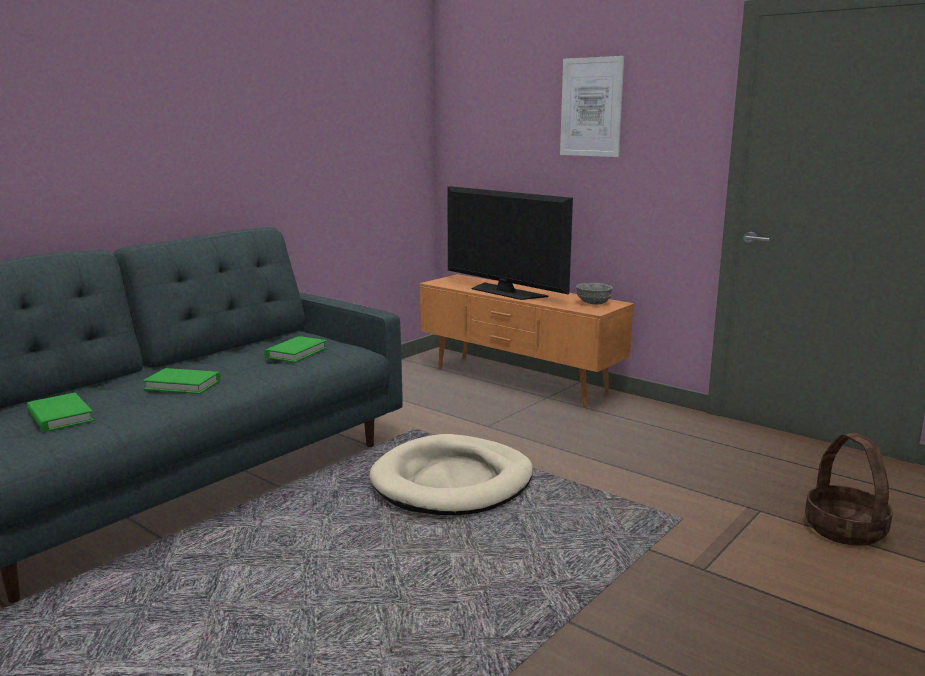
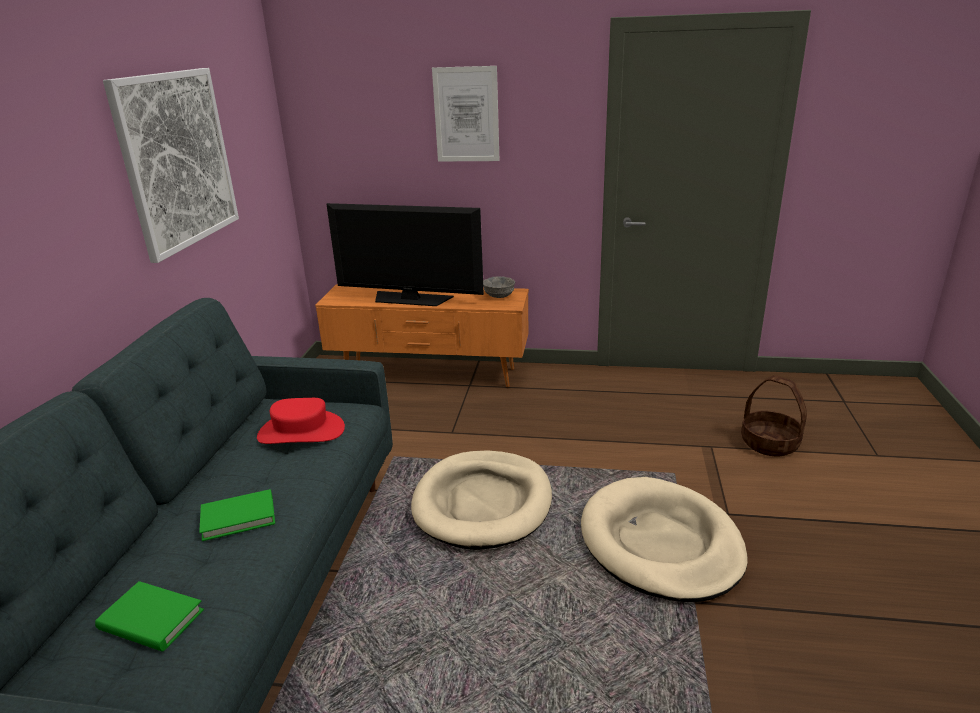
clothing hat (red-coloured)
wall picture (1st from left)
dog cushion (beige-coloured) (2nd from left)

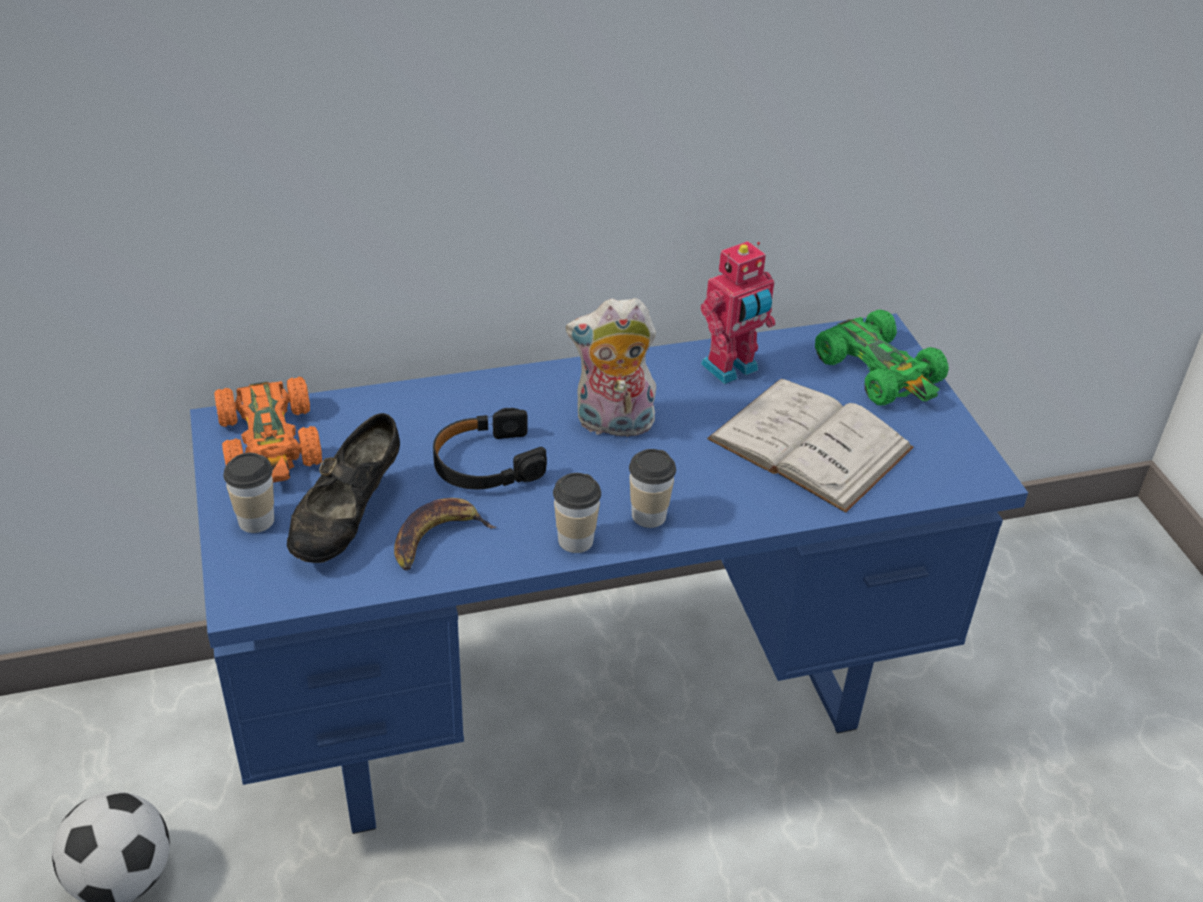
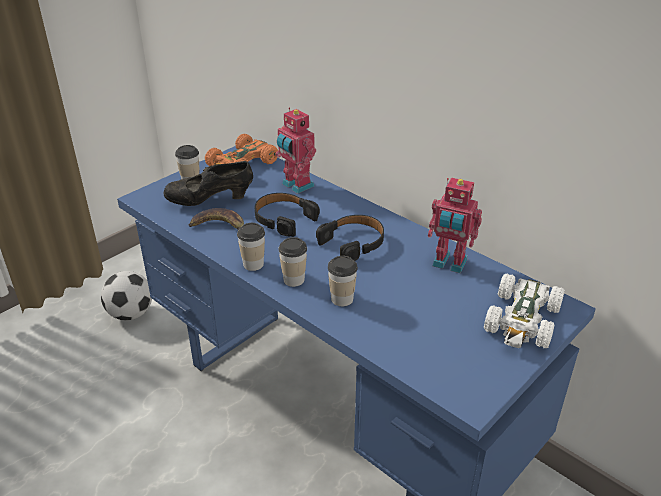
pair of headphones (black-coloured) (2nd from left)
model car (white)
book (white)
model robot (1st from left)
drinking cup (4th from left)

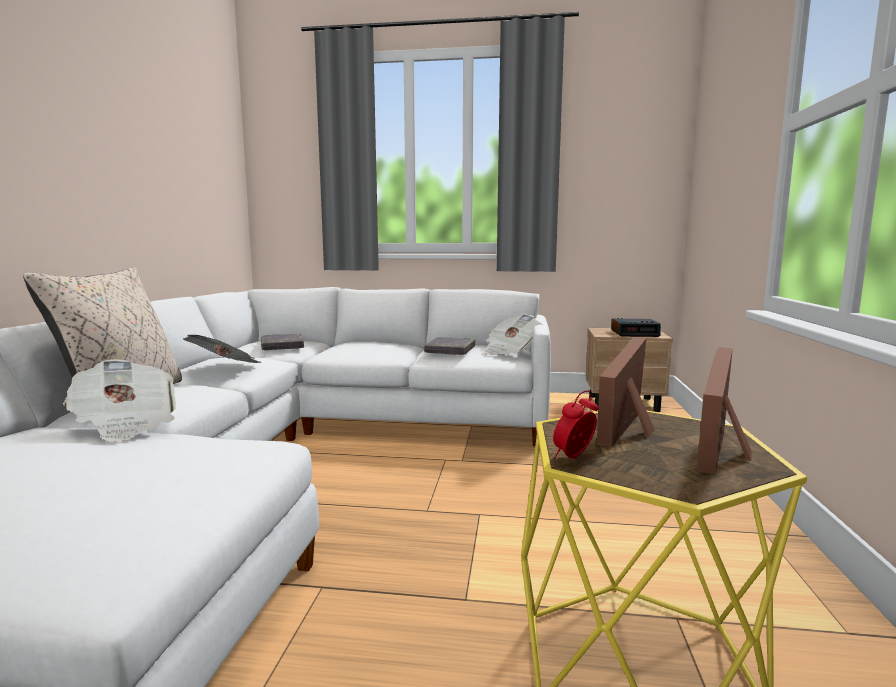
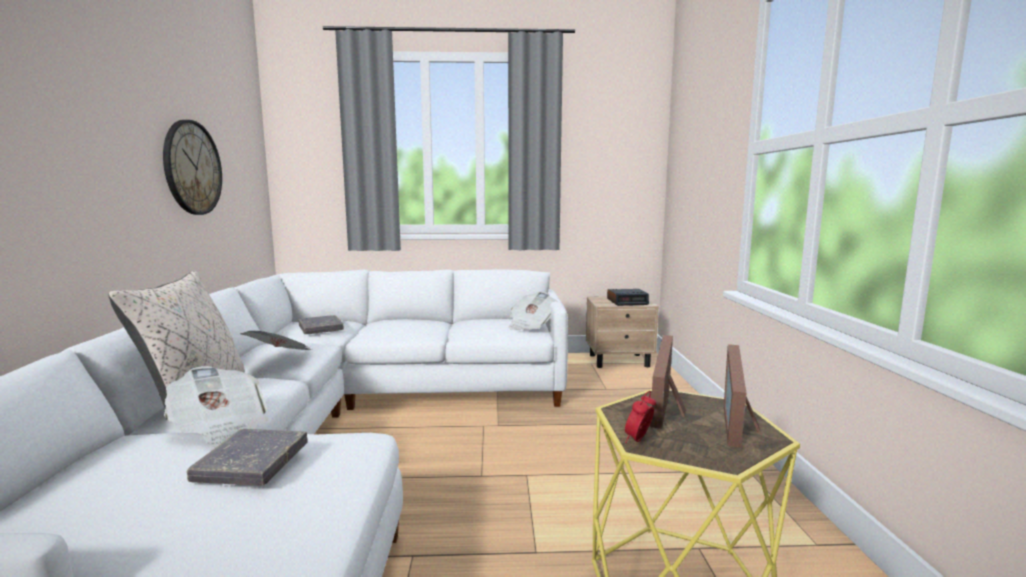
book (grey) (1st from left)
hanging clock

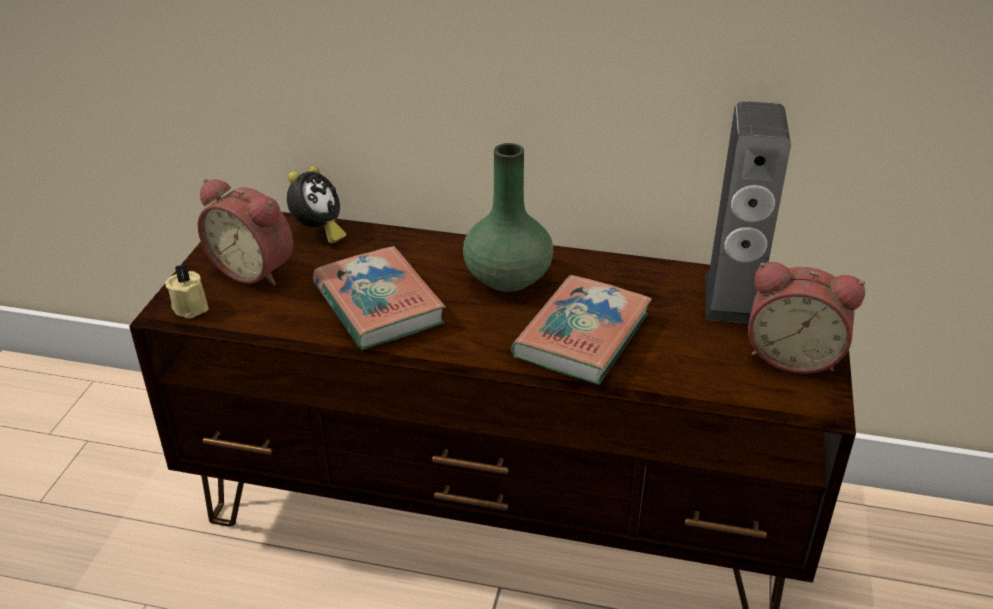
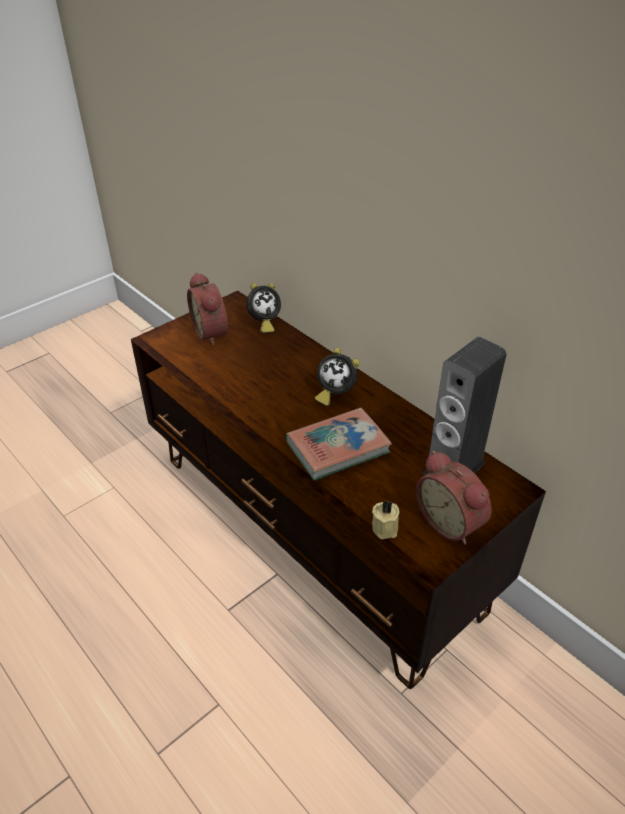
bedside clock (3rd from left)
book (1st from left in the first image)
wax light (beige-coloured)

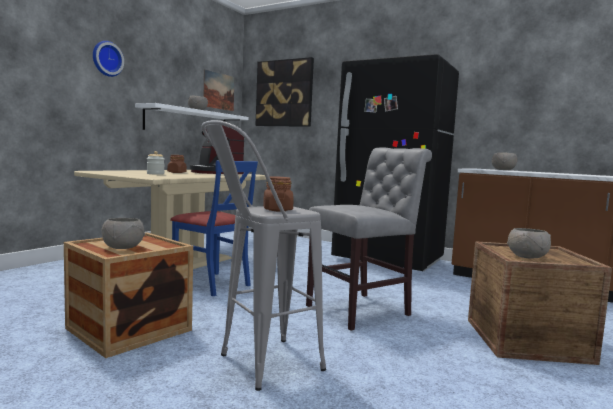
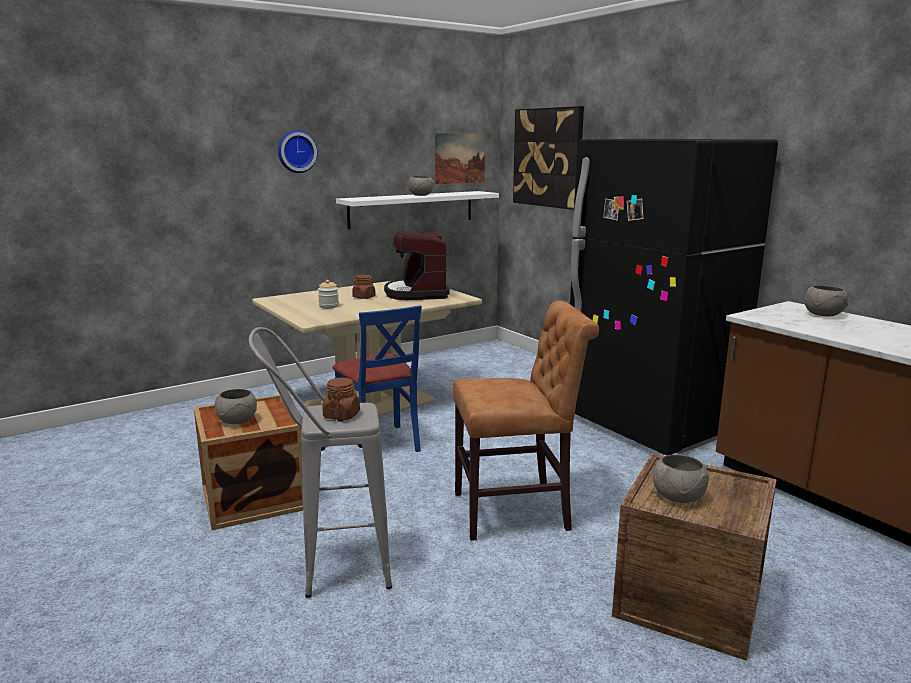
chair (brownish)

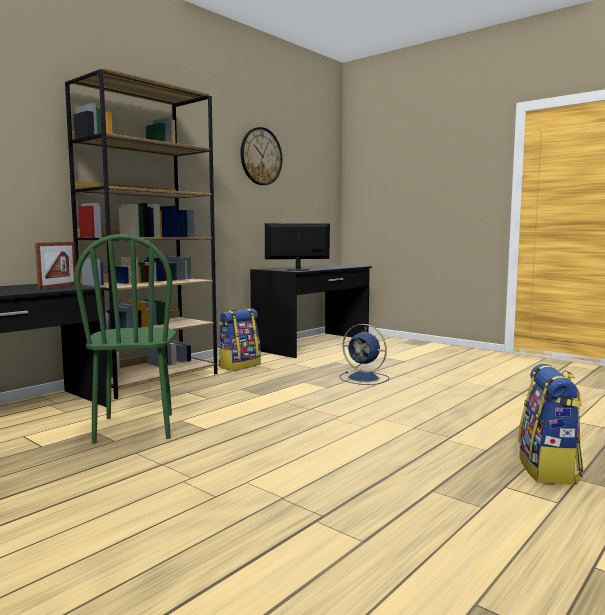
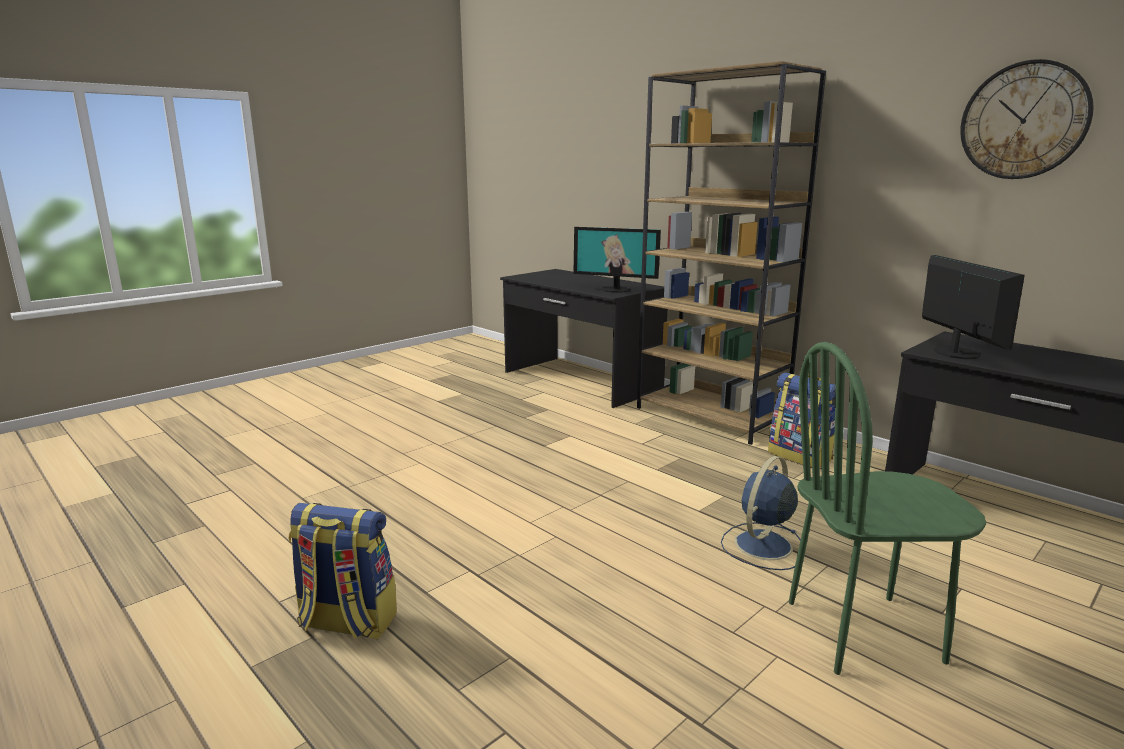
chair (greenish)
computer screen (1st from left)

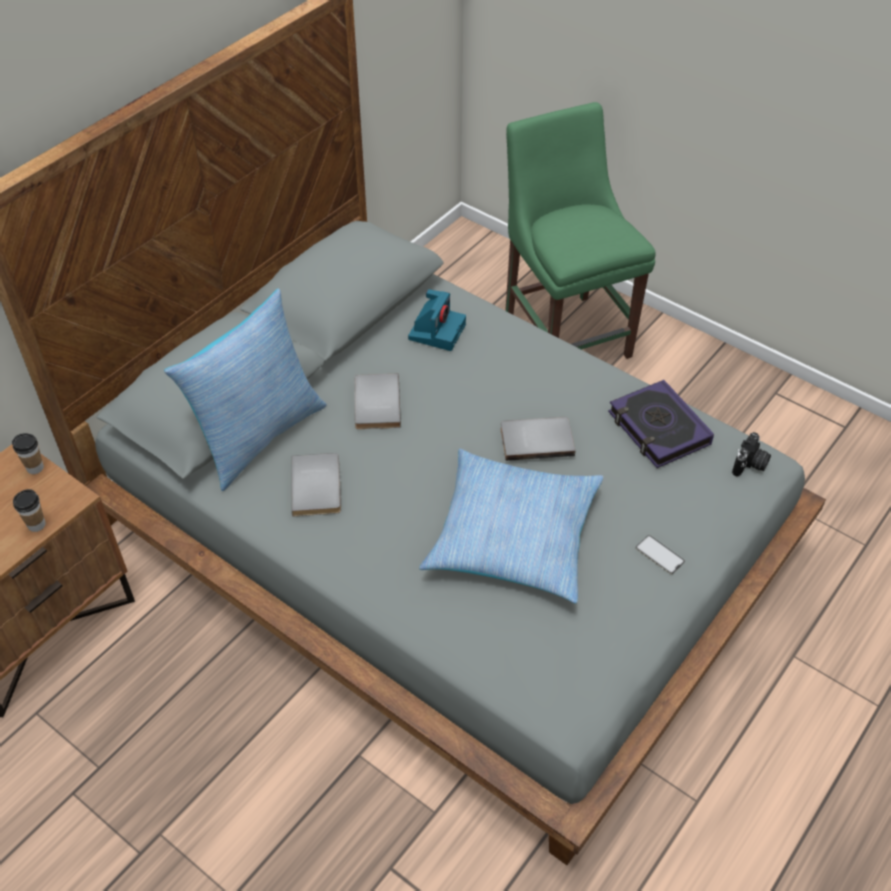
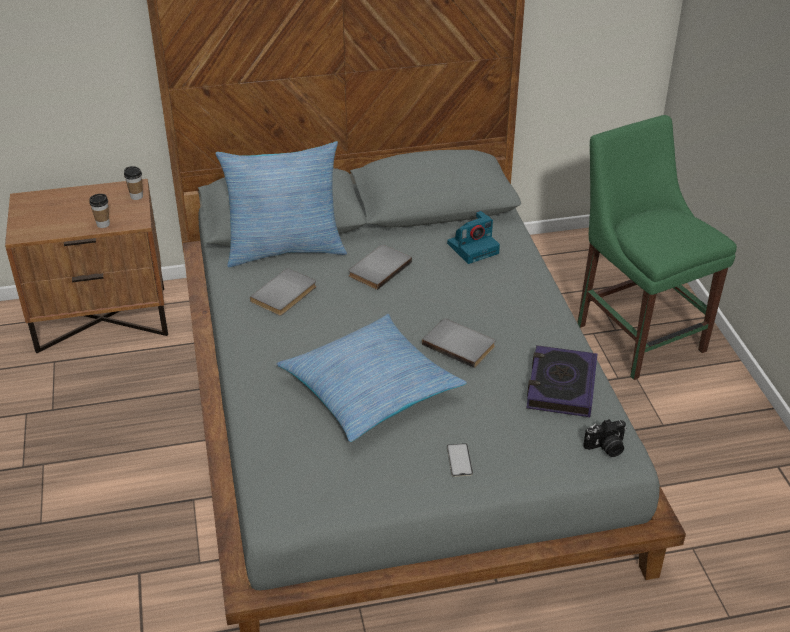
chair (greenish)

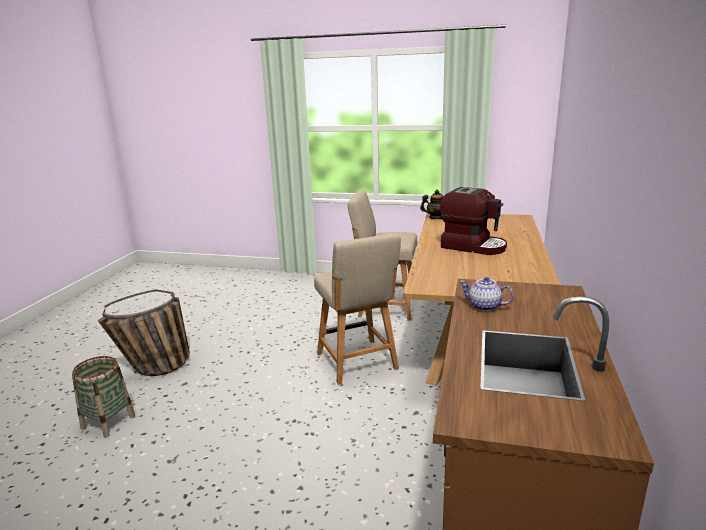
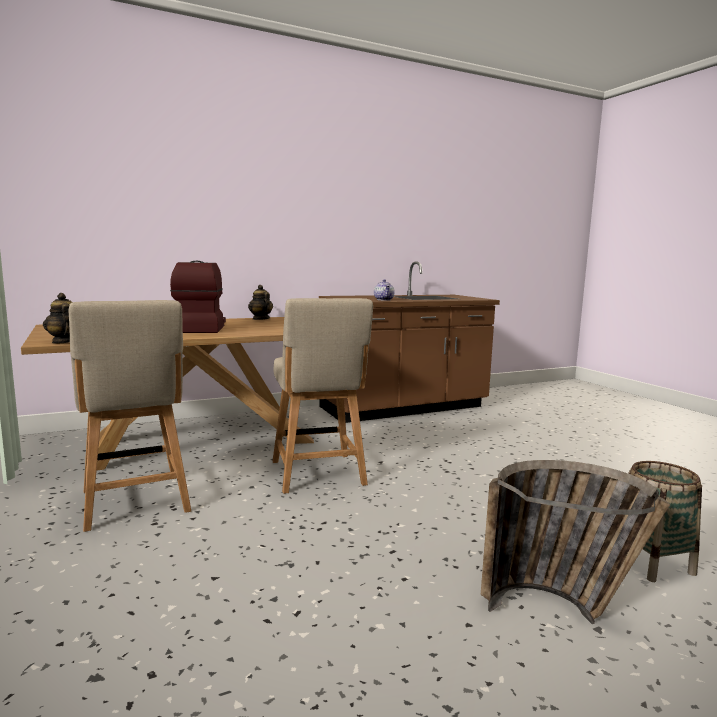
chair (beige-coloured) (2nd from left)
pot for tea (2nd from left)

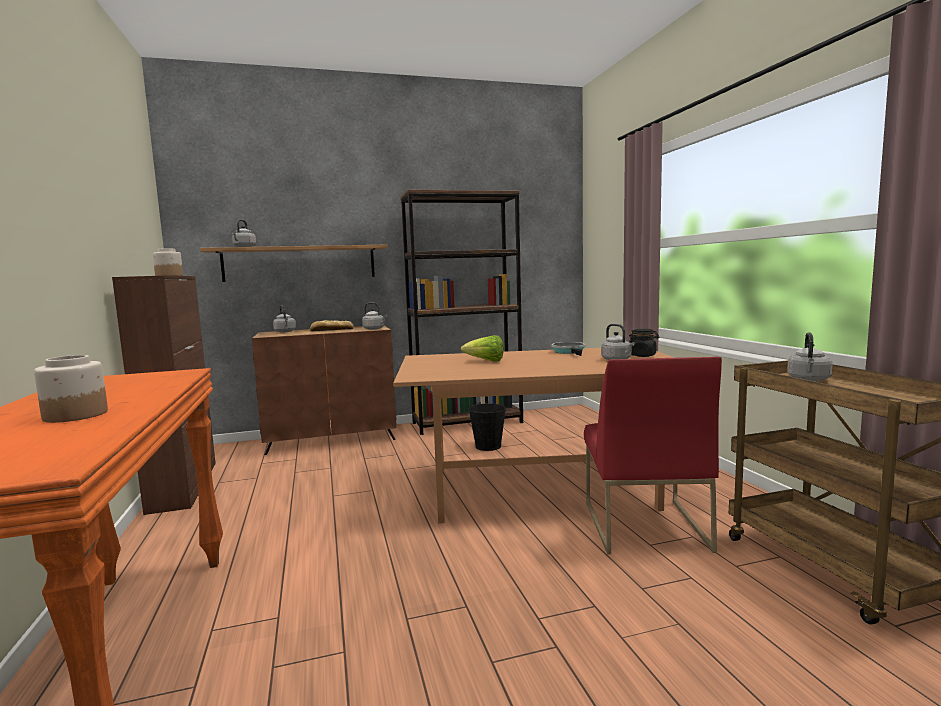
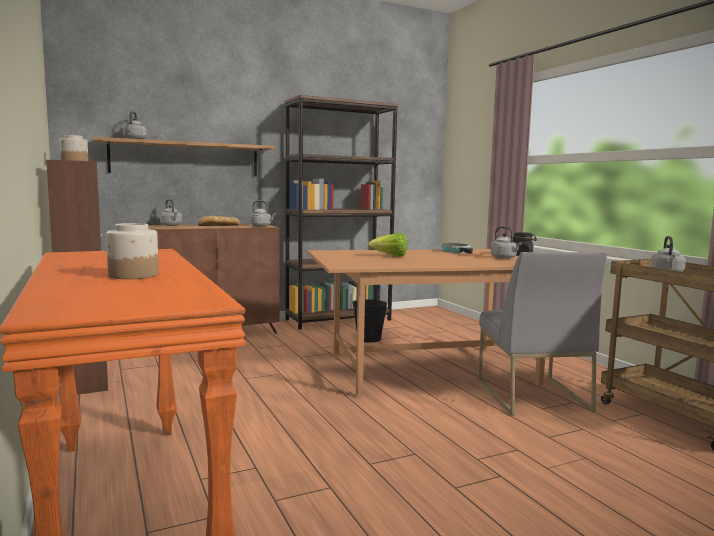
chair (grey)

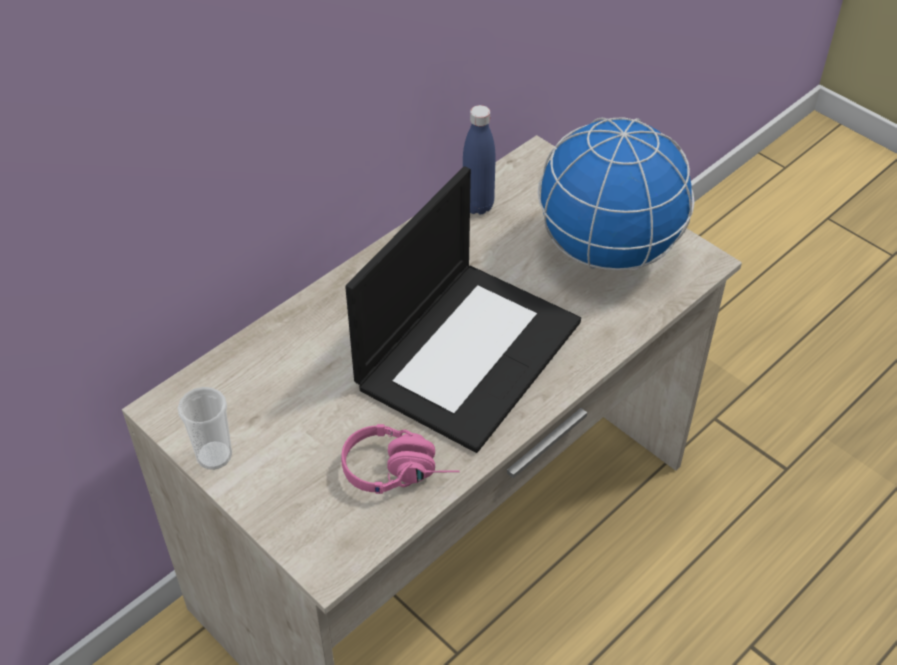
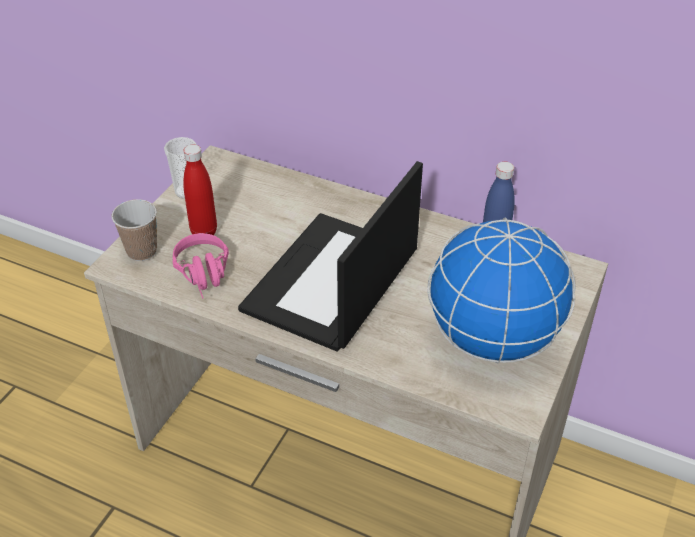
notebook computer
bottle (red-coloured)
drinking cup (1st from left)

